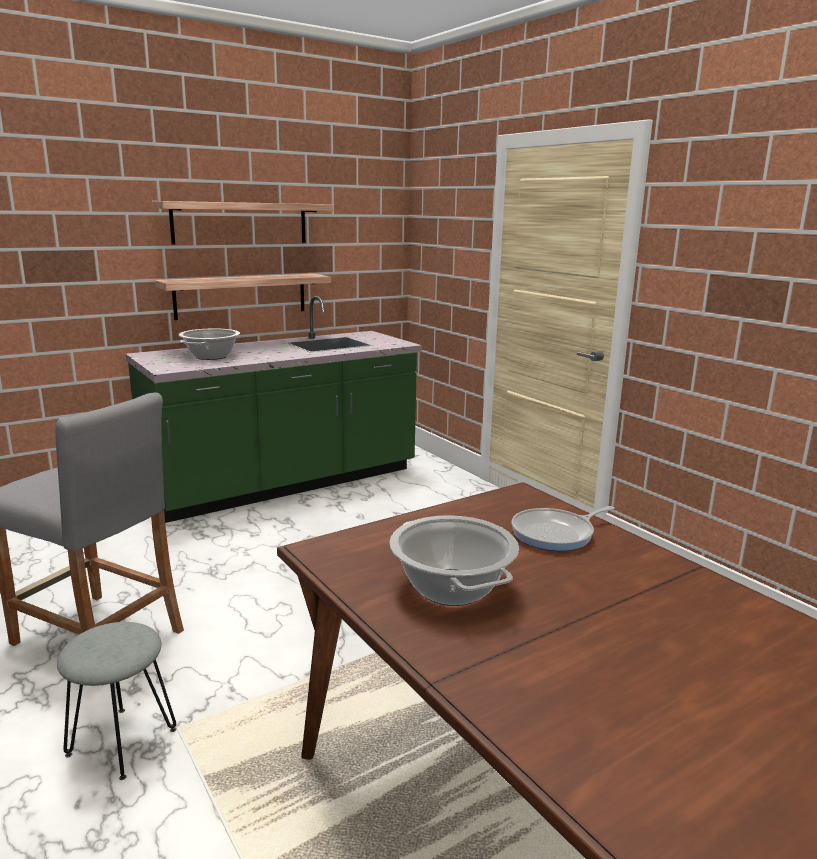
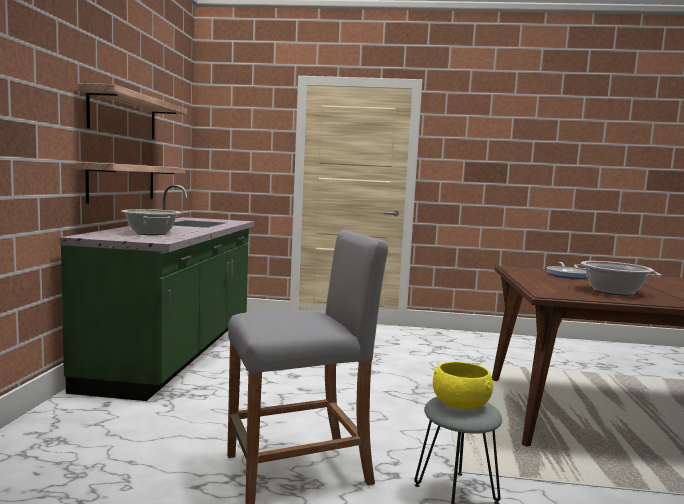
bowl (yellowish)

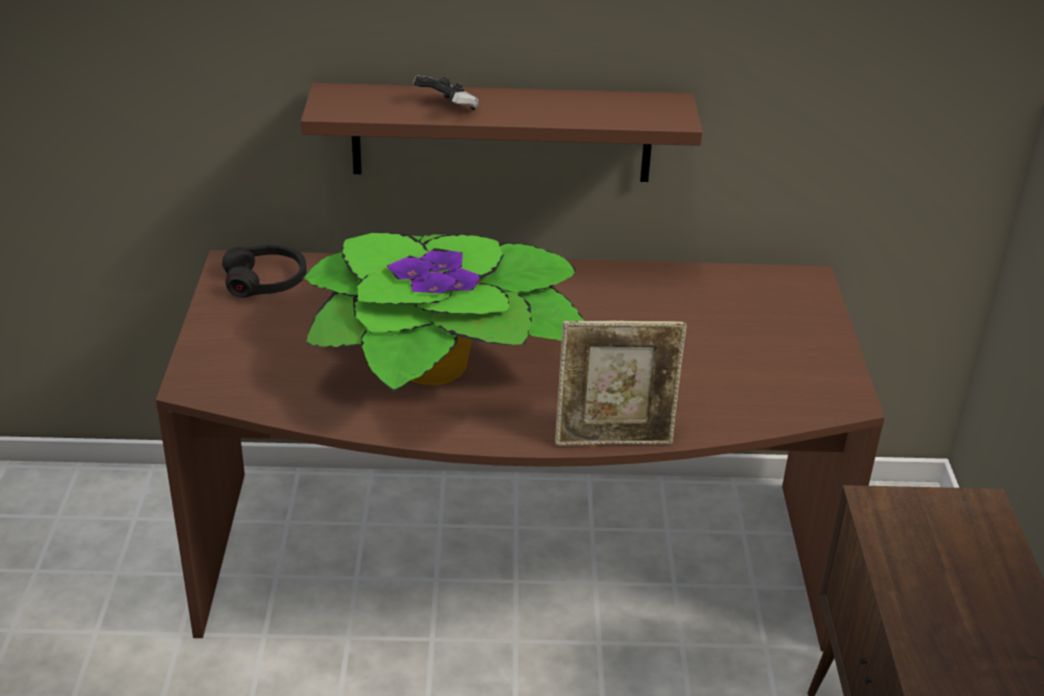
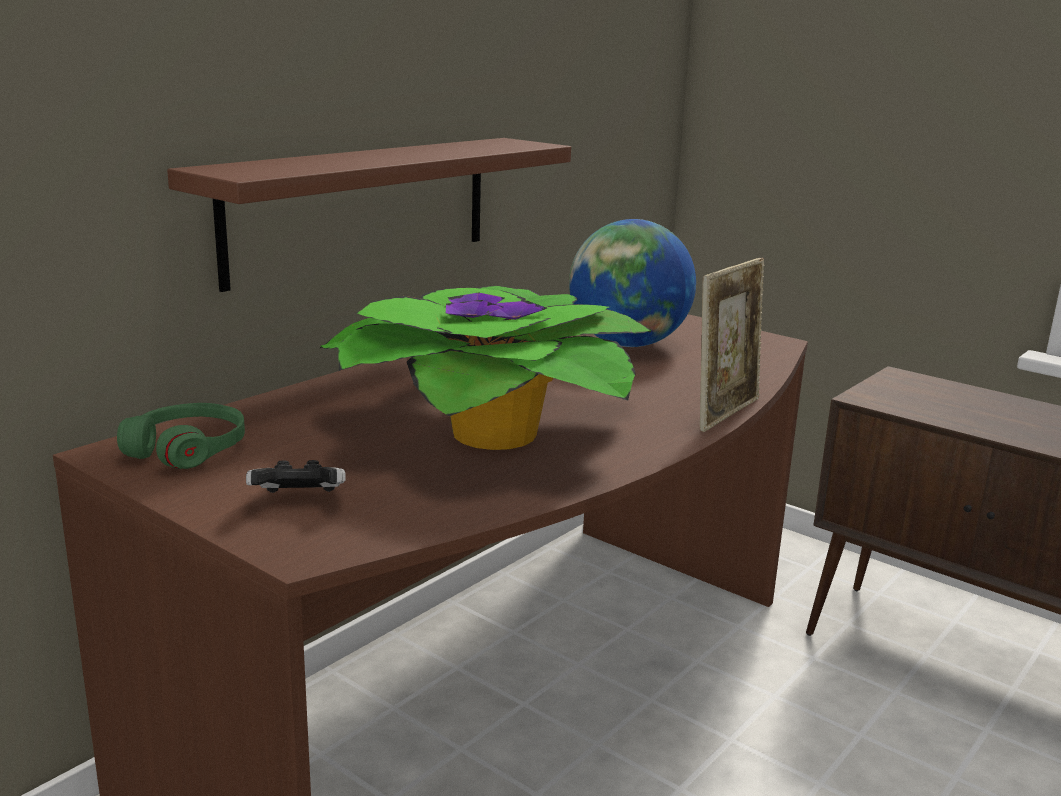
gamepad
pair of headphones (greenish)
world globe

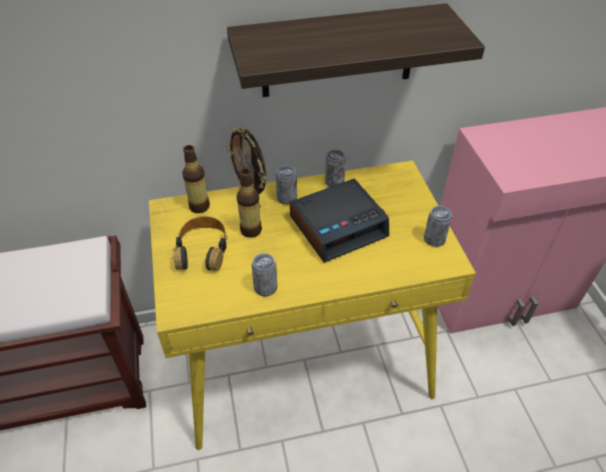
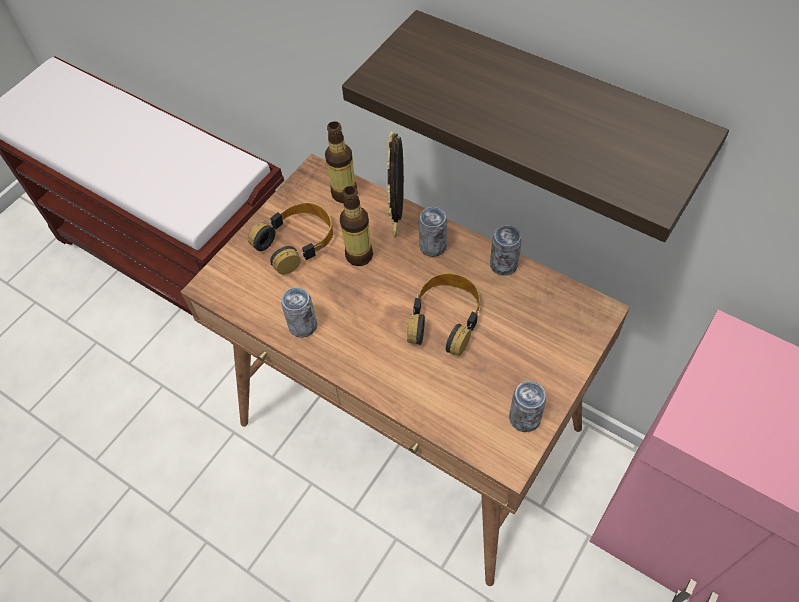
desk table (brownish)
pair of headphones (2nd from left)

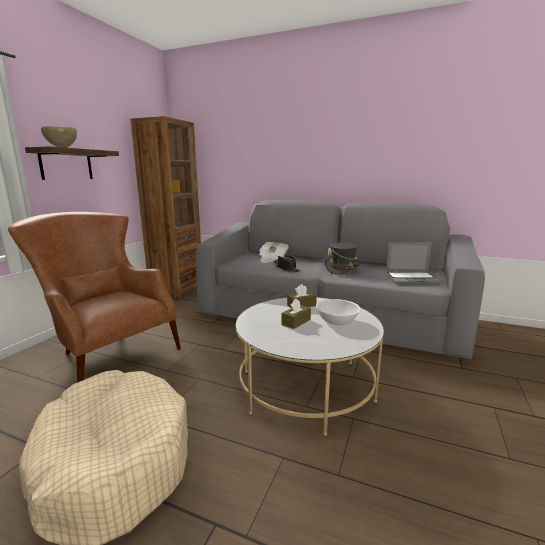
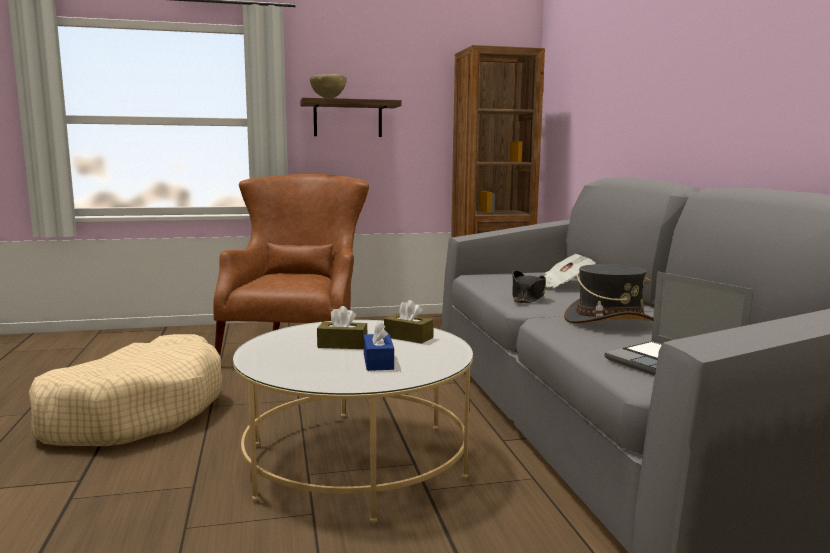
tissue holder (bluish)

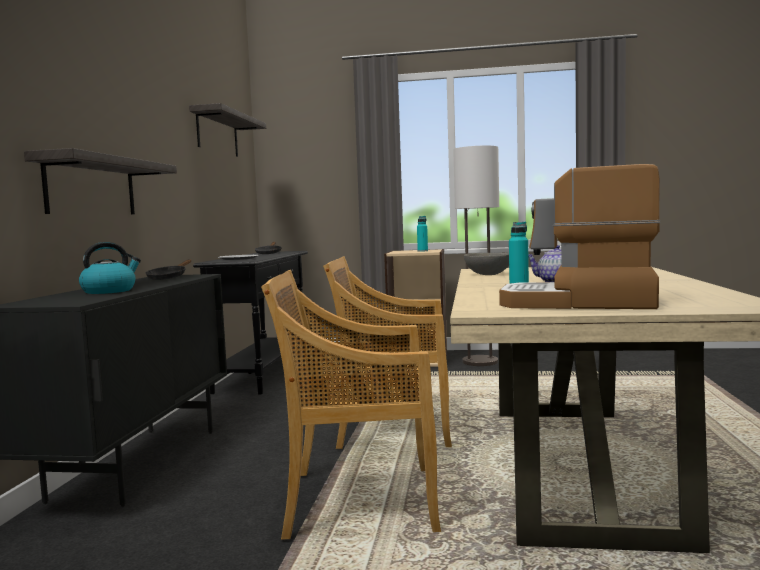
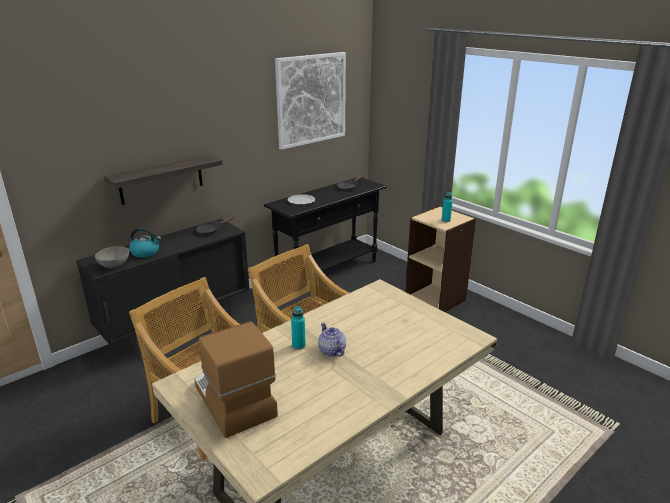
wall picture
floor lamp
bowl (grey)

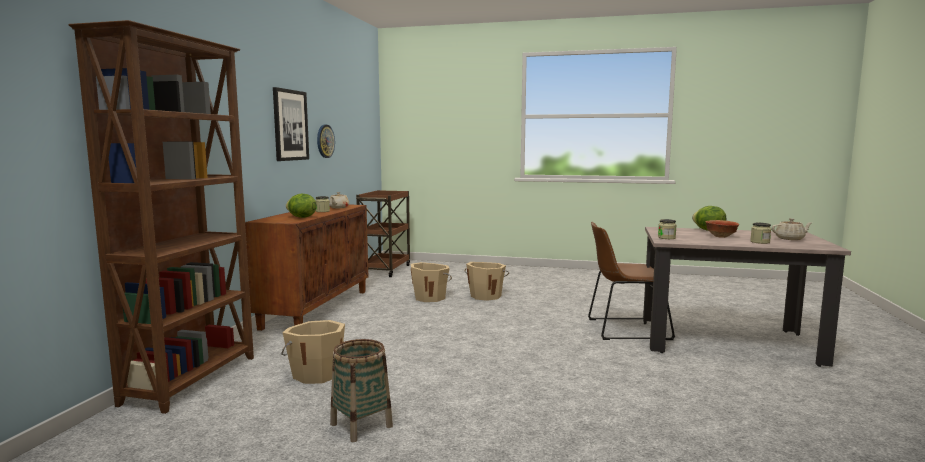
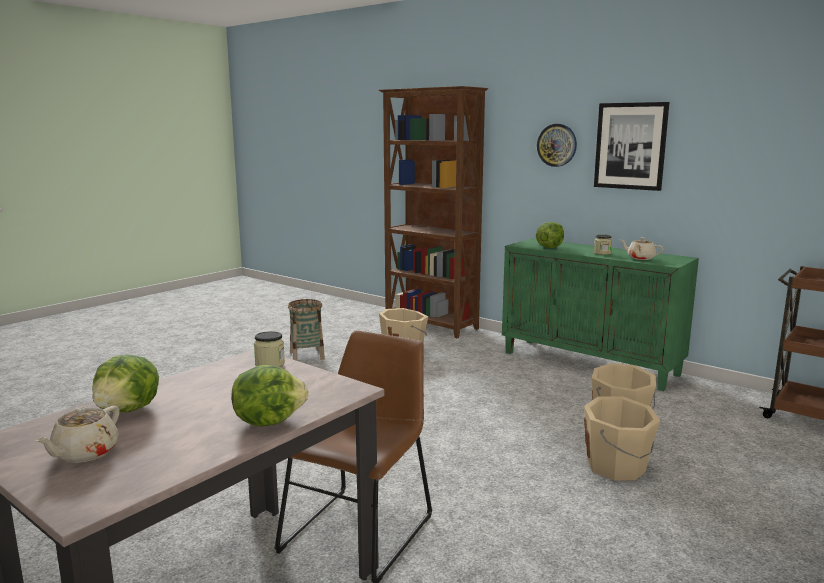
hanging clock
cupboard (greenish)
bowl
head of lettuce (1st from left)

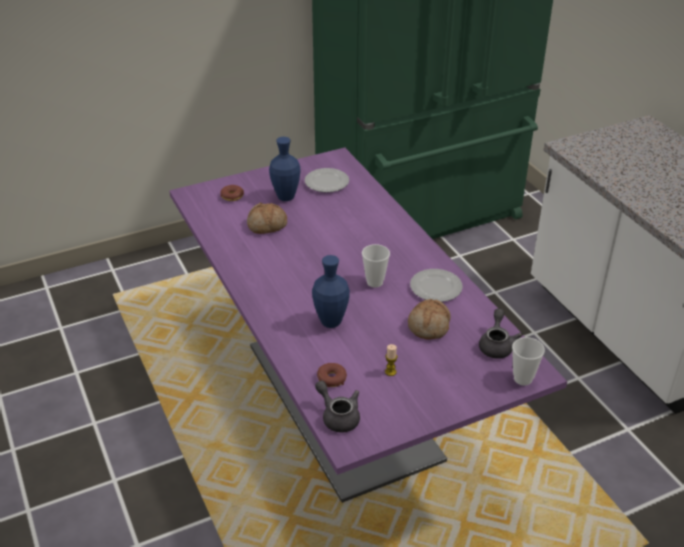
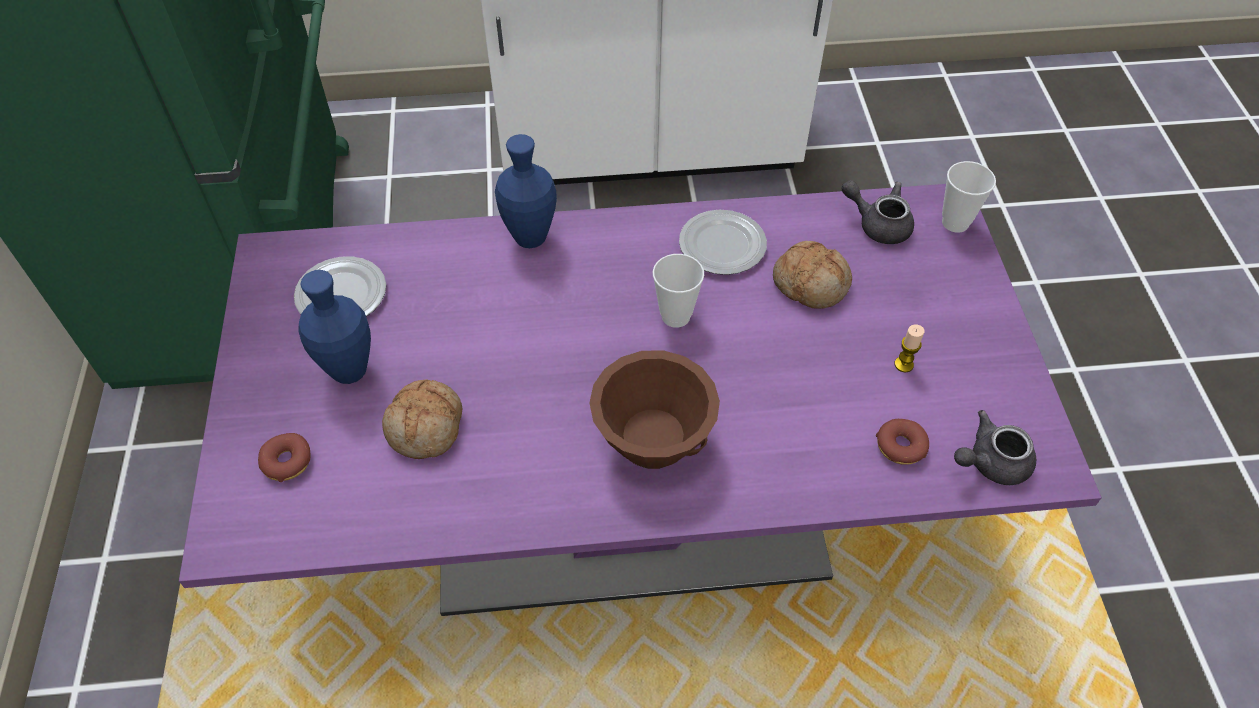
decorative vase (bluish) (2nd from left)
bowl (brownish)

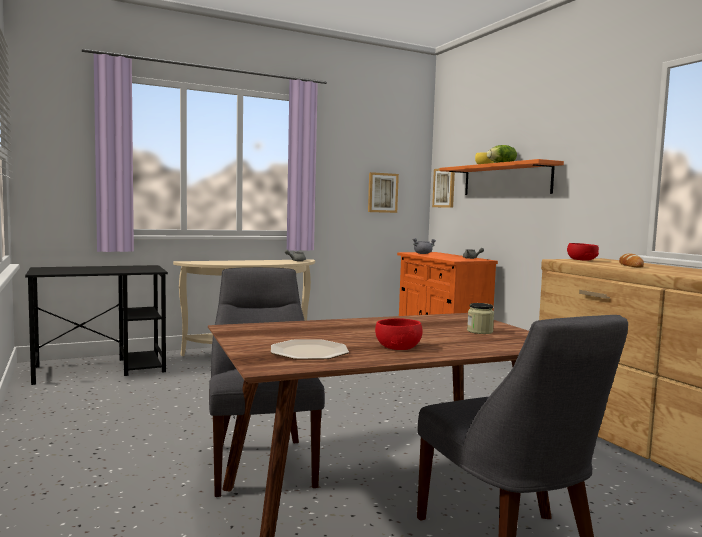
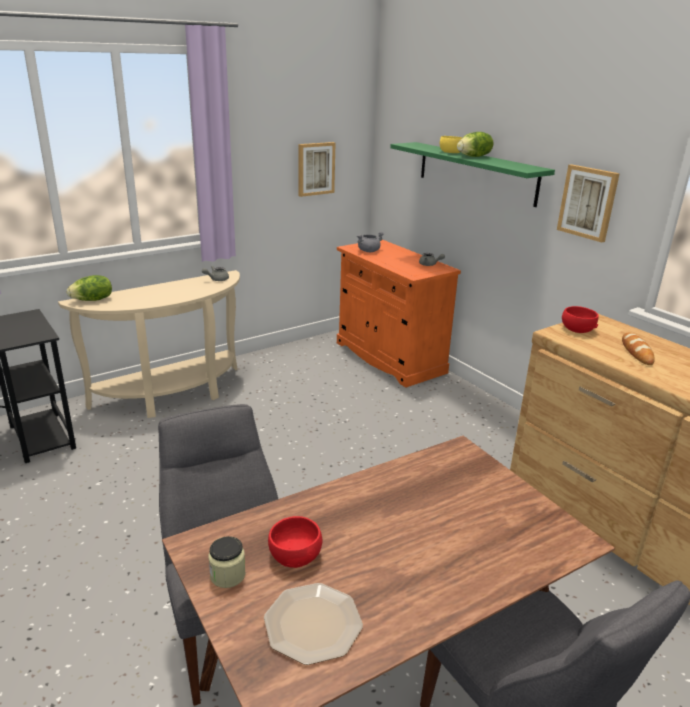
wall shelf (greenish)
wall picture (2nd from left)
preserve jar
bowl (red-coloured) (1st from left)
head of lettuce (1st from left)

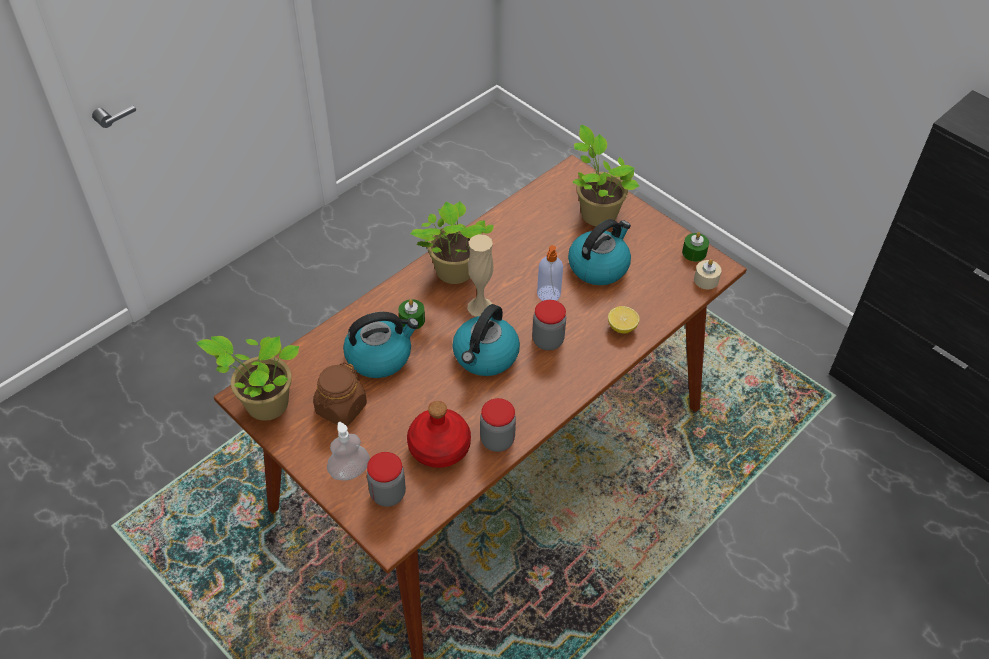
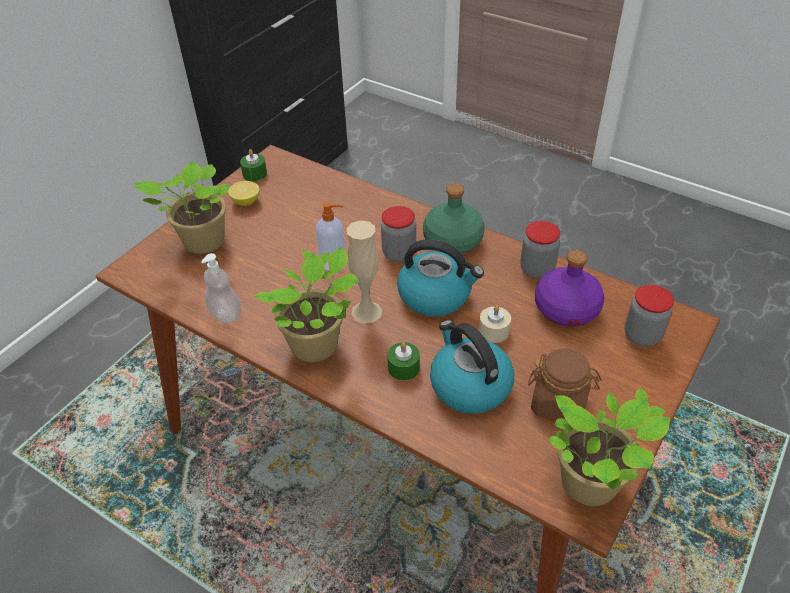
kettle (3rd from left in the first image)
wax light (beige-coloured)
citrus fruit
bottle (purple)
soap bottle (1st from left)
bottle (greenish)

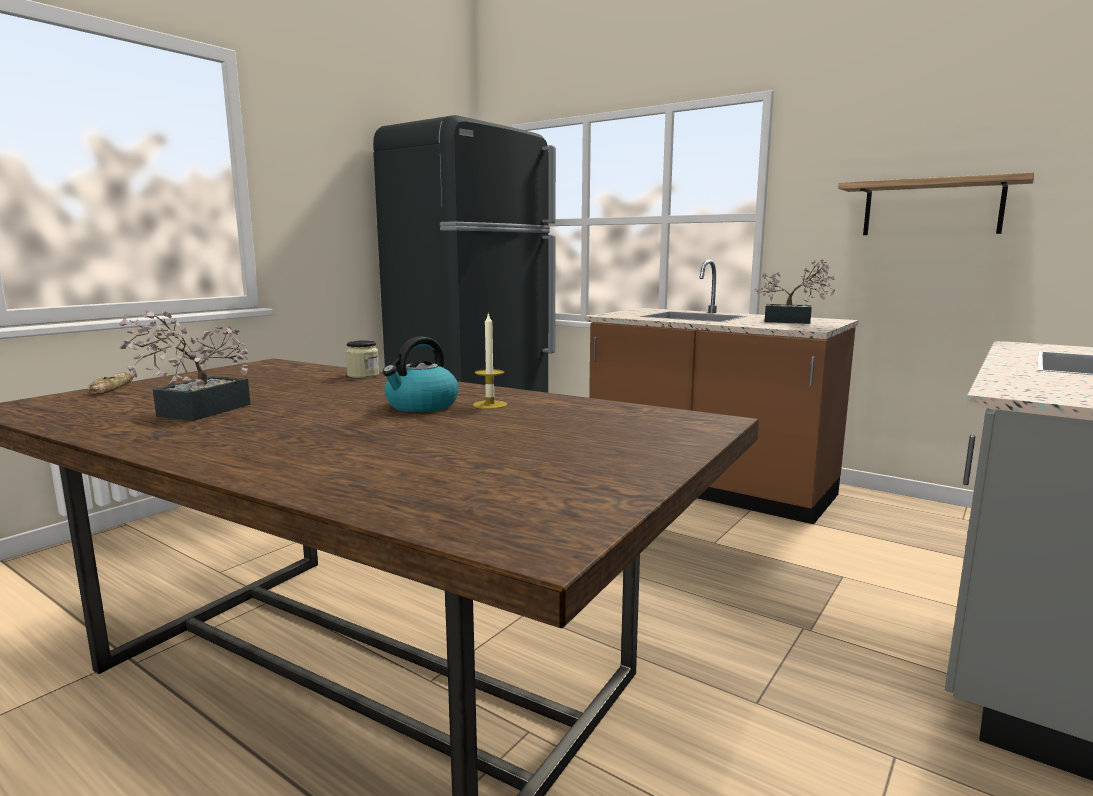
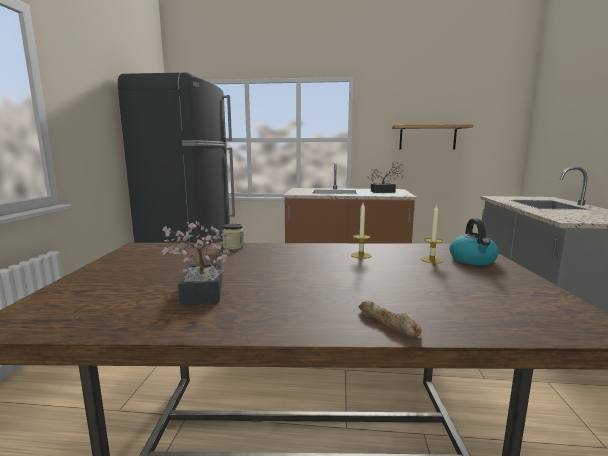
kettle
bakery bread
wax light (2nd from left)

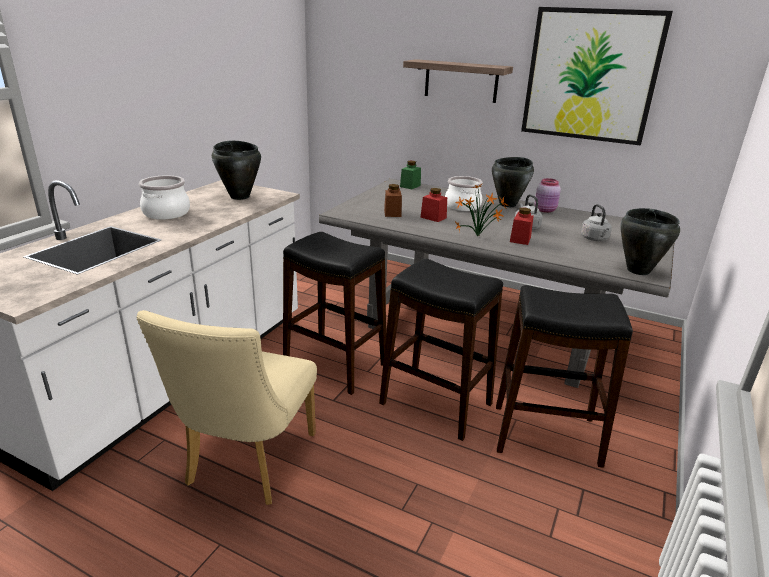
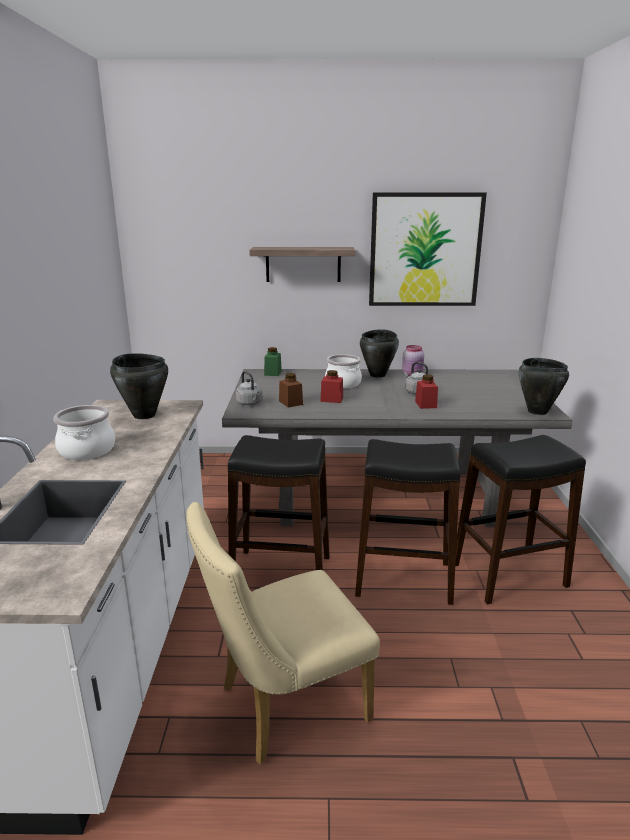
potted plant
kettle (grey) (1st from left)
chair (beige-coloured)

